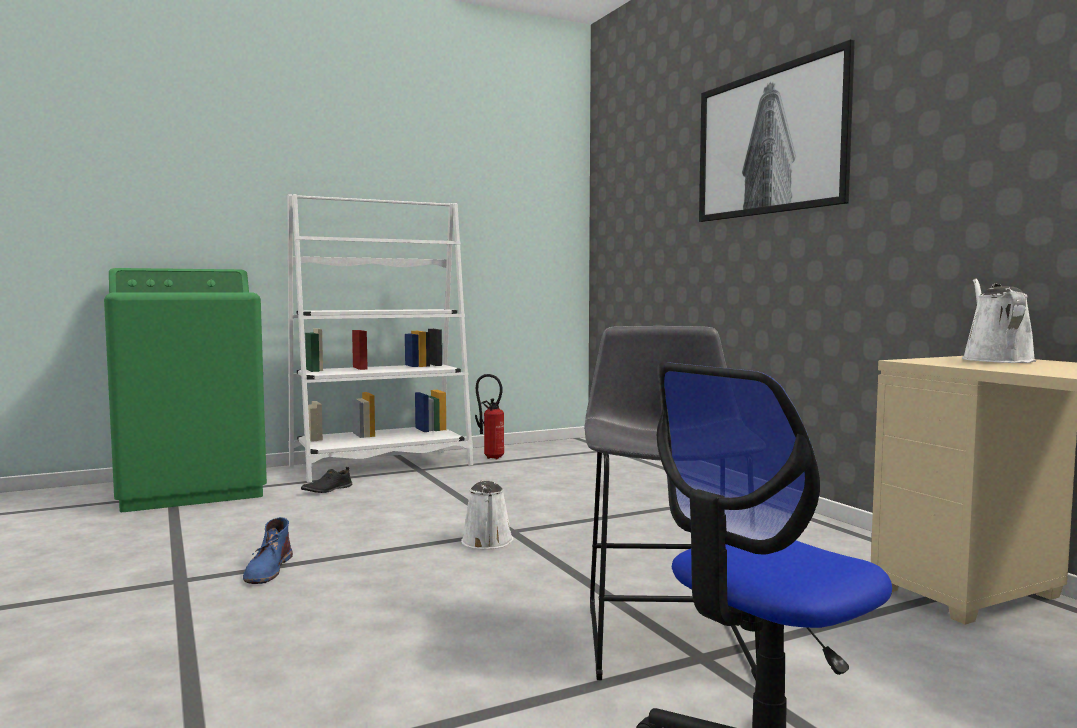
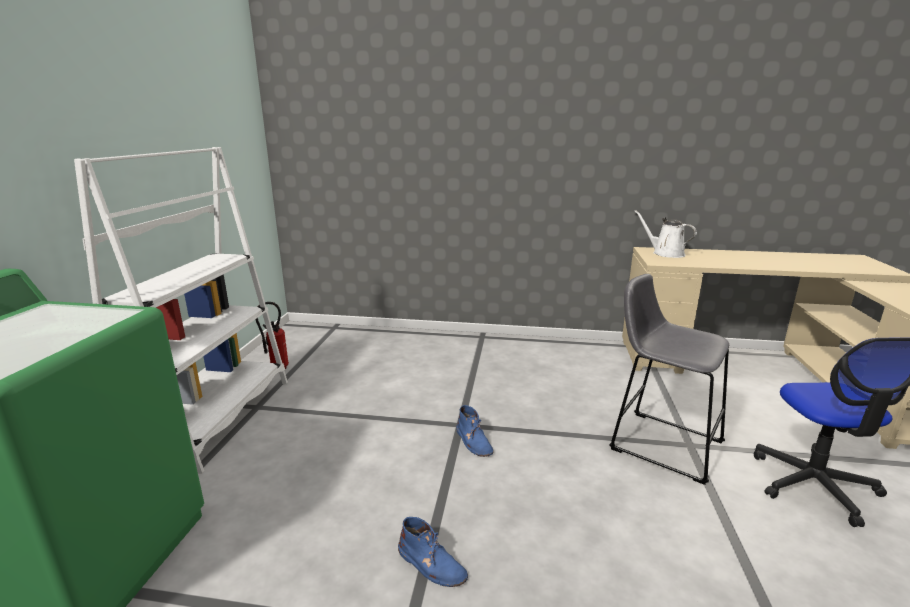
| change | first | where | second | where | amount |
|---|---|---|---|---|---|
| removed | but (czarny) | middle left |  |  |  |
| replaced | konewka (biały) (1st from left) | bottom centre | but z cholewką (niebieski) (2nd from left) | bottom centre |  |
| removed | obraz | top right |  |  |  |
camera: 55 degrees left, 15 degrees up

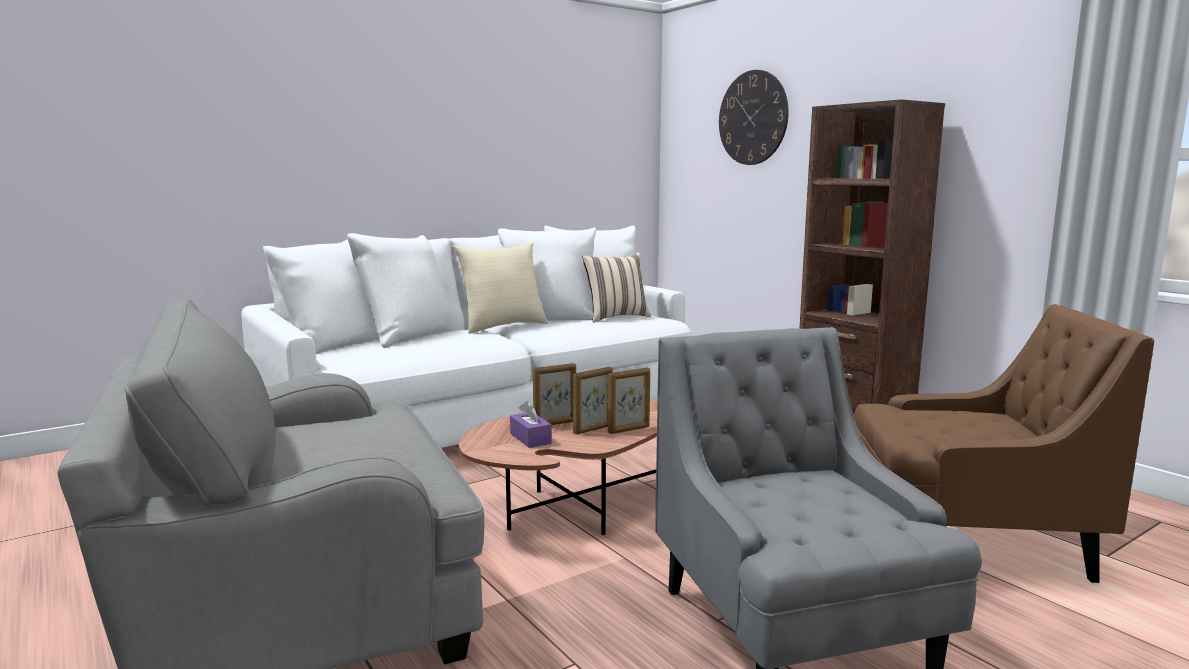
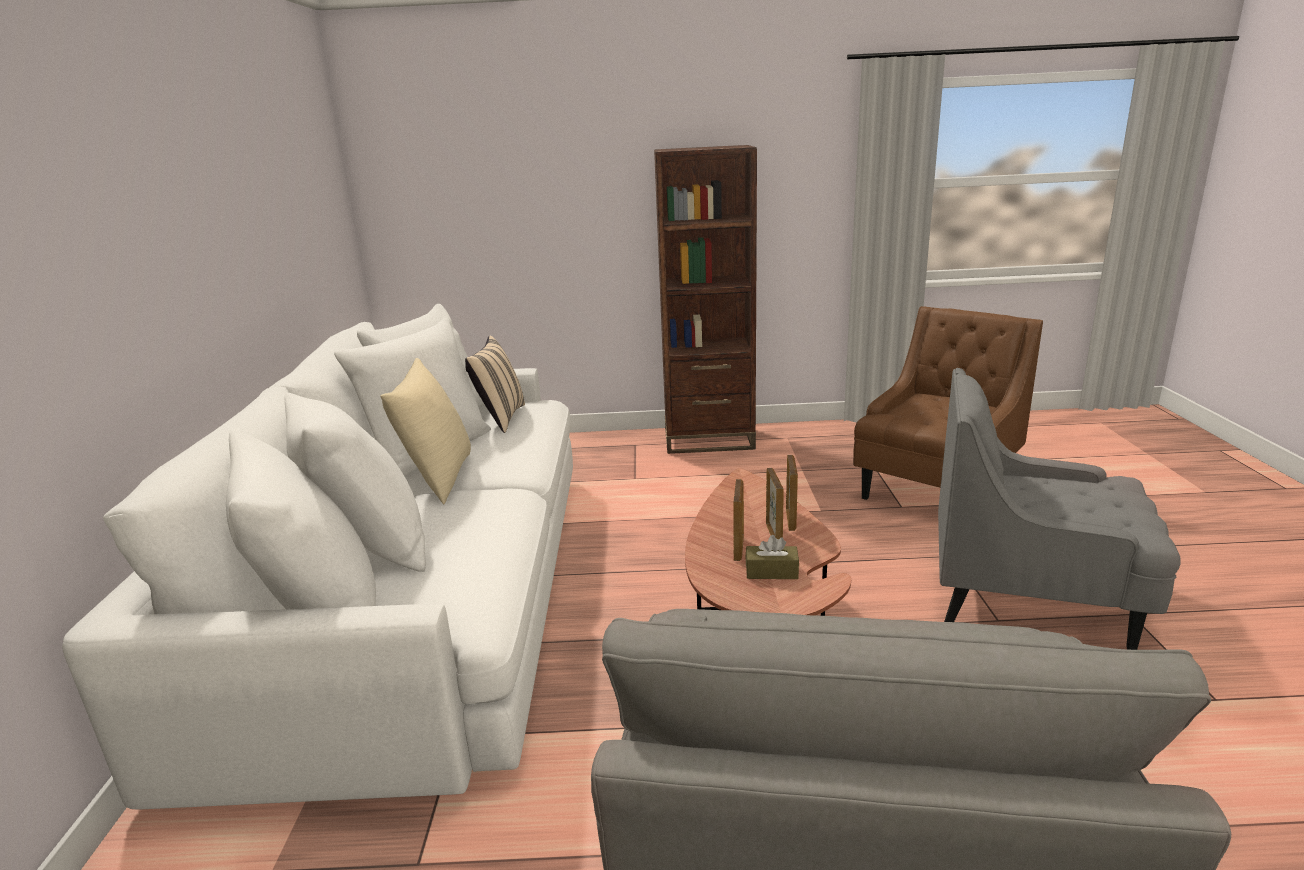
| change | first | where | second | where | amount |
|---|---|---|---|---|---|
| recoloured | pudełko chusteczek (fioletowy) | centre | pudełko chusteczek (brązowy) | centre |  |
| removed | zegar ścienny | top centre |  |  |  |
camera: 55 degrees left, 10 degrees up

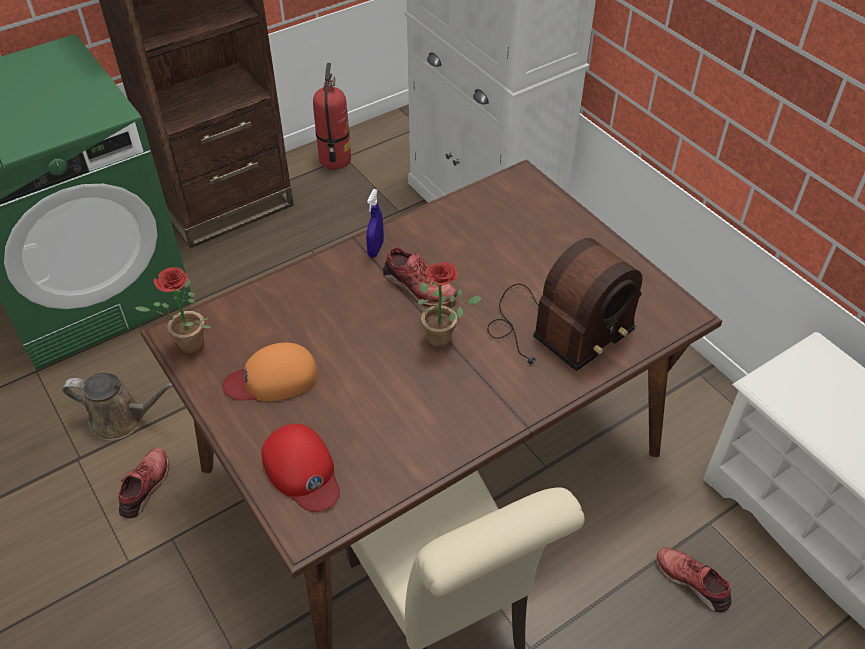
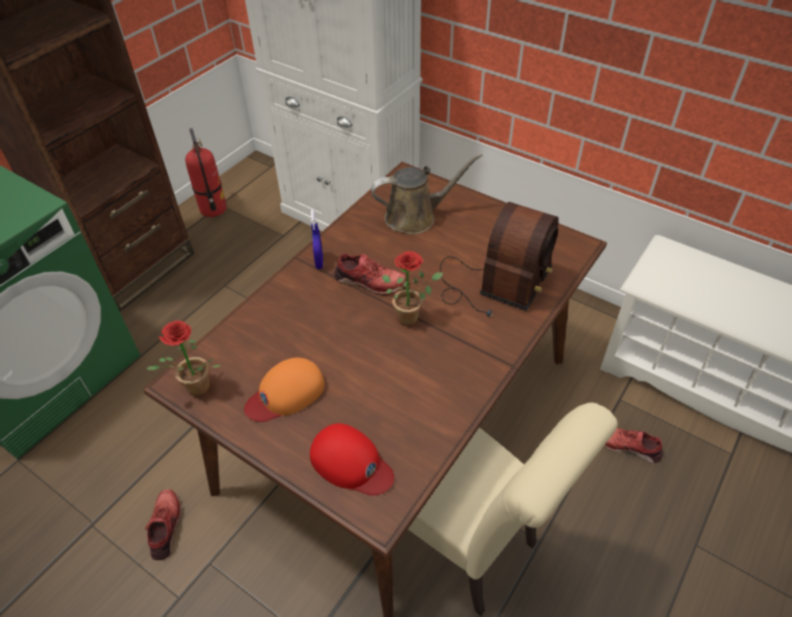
| change | first | where | second | where | amount |
|---|---|---|---|---|---|
| moved | konewka (brązowy) | middle left |  | top centre |  |
camera: 20 degrees left, 0 degrees up

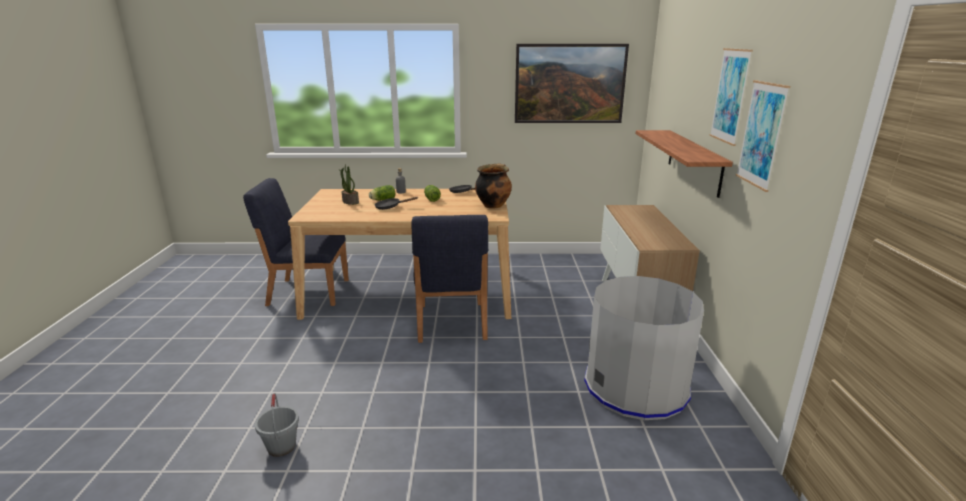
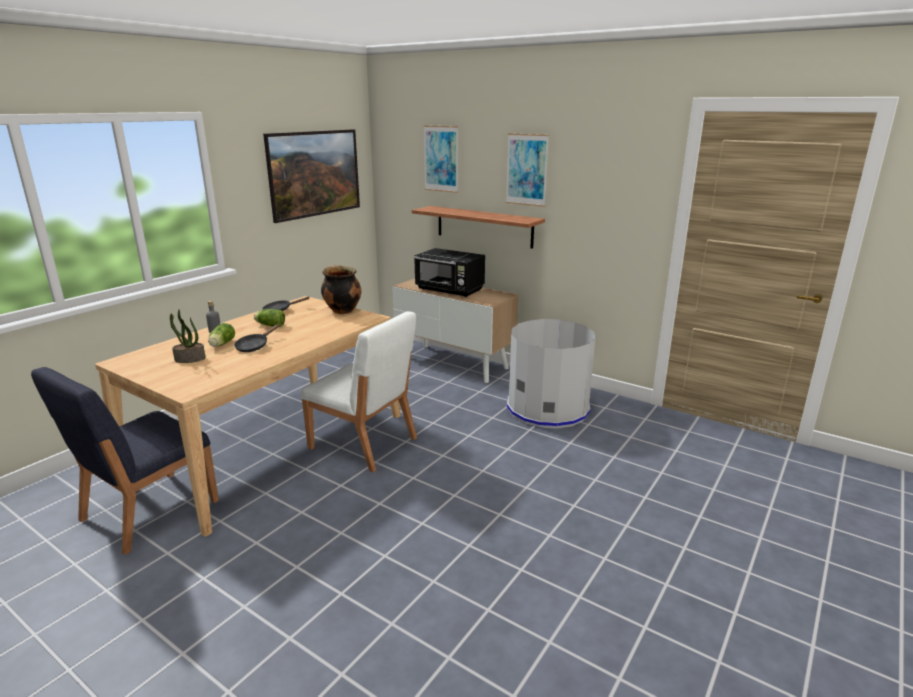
| change | first | where | second | where | amount |
|---|---|---|---|---|---|
| removed | wiadro (szary) | bottom left |  |  |  |
| recoloured | krzesło (niebieski) (2nd from left) | centre | krzesło (biały) | centre |  |
| moved | obraz (3rd from left in the first image) | top right | obraz (2nd from left) | top centre |  |
| added |  |  | mikrofalówka (czarny) | centre |  |
camera: 55 degrees left, 0 degrees up

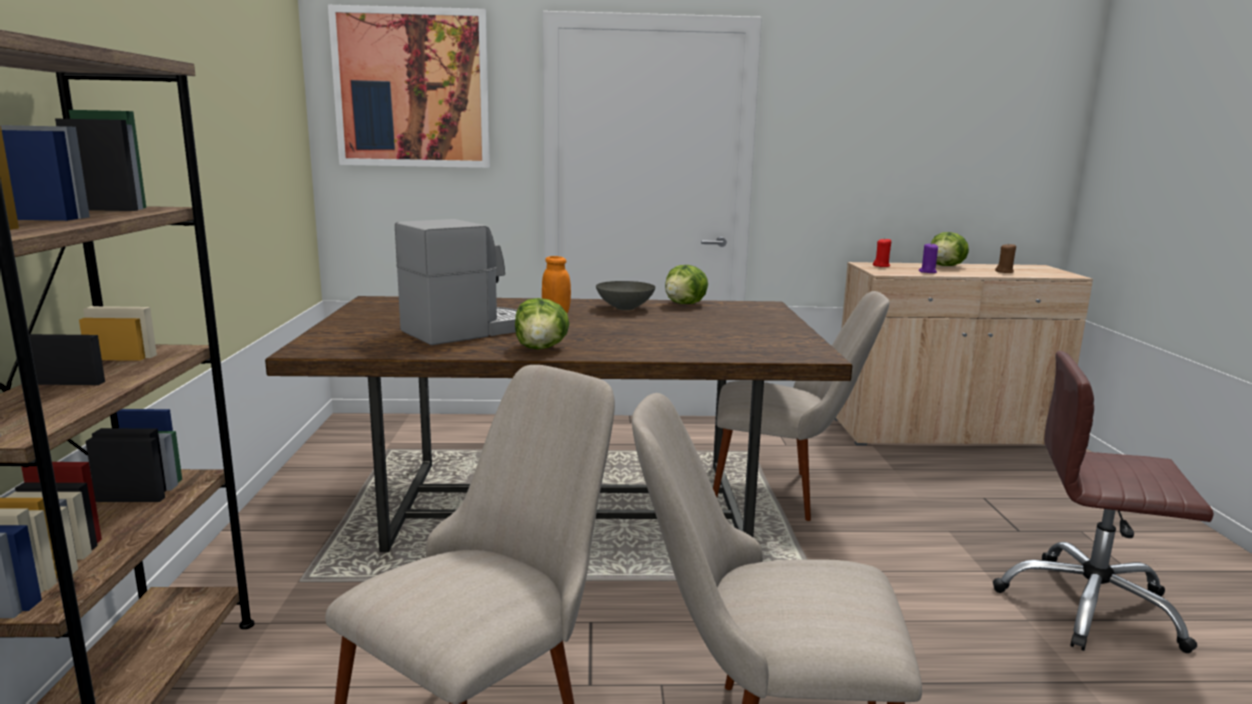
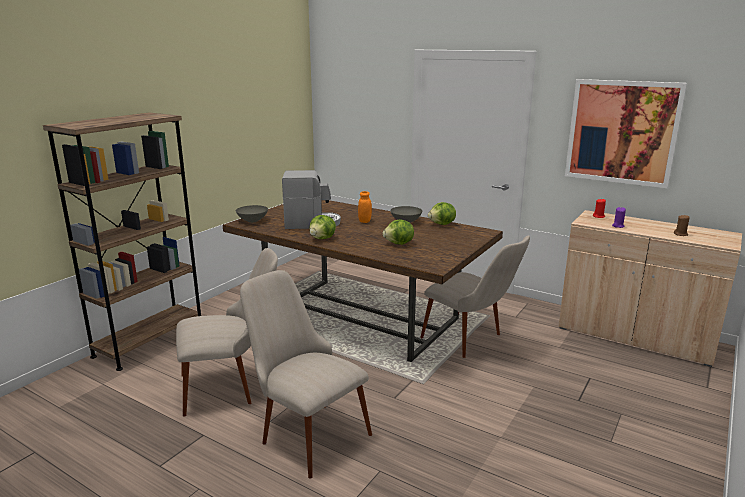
| change | first | where | second | where | amount |
|---|---|---|---|---|---|
| moved | obraz | top left |  | top right |  |
| moved | sałata (3rd from left in the first image) | middle right | sałata (2nd from left) | centre |  |
| removed | krzesło biurowe (brązowy) | bottom right |  |  |  |
| added |  |  | miska (szary) (1st from left) | centre |  |
camera: 35 degrees right, 5 degrees up

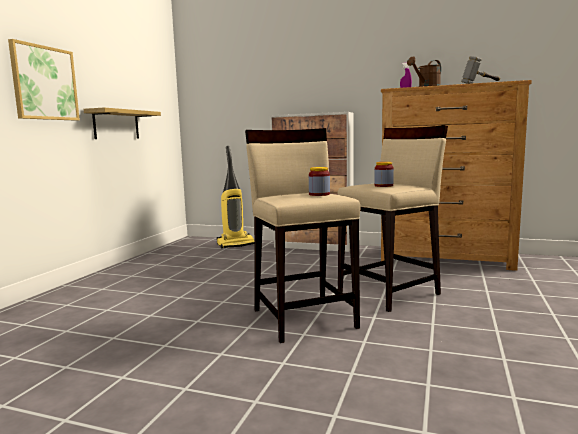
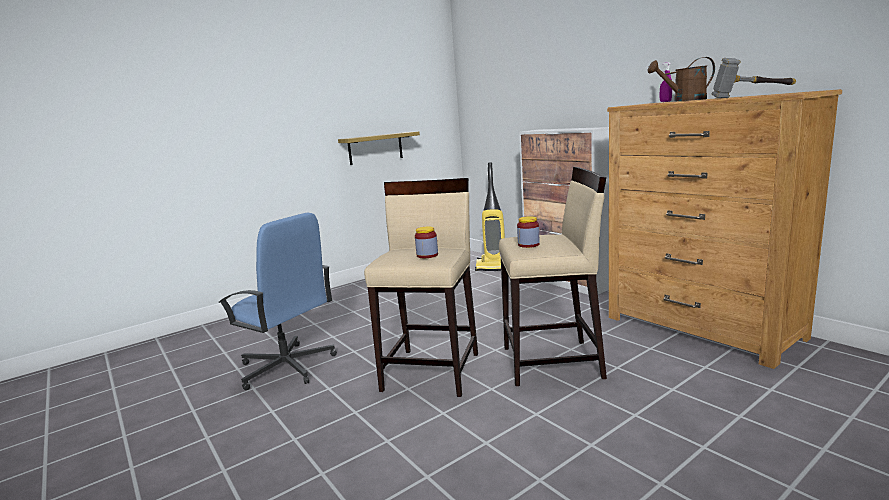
| change | first | where | second | where | amount |
|---|---|---|---|---|---|
| removed | obraz | top left |  |  |  |
| added |  |  | krzesło biurowe (niebieski) | middle left |  |
camera: 35 degrees right, 5 degrees up

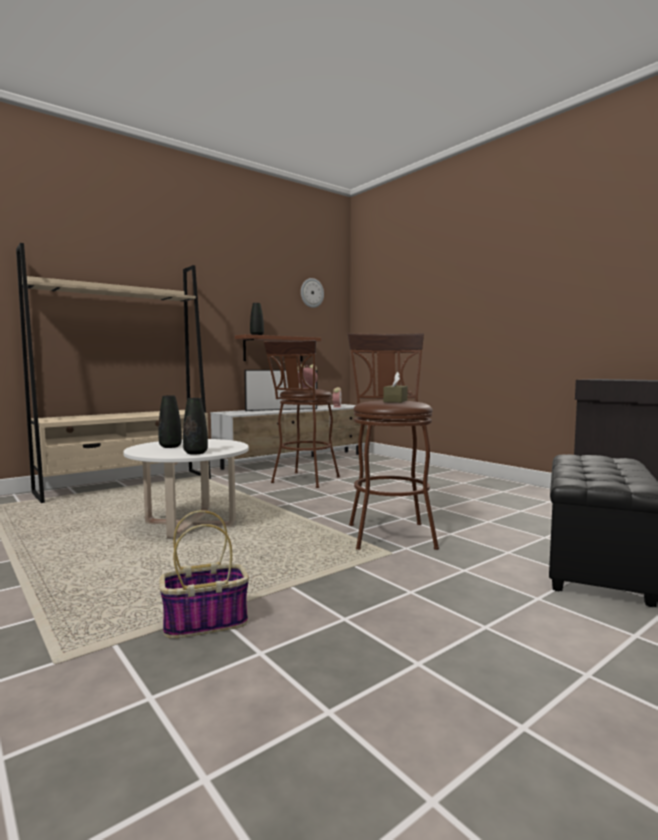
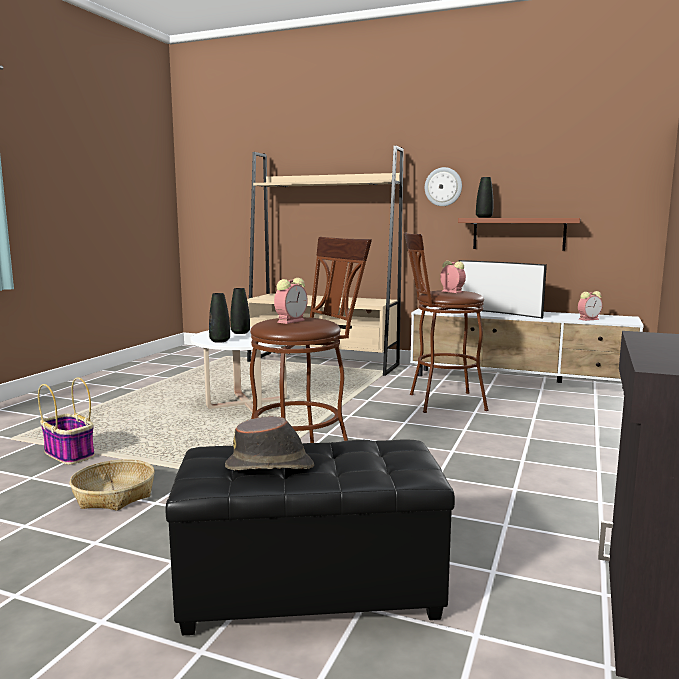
| change | first | where | second | where | amount |
|---|---|---|---|---|---|
| moved | zegar ścienny | centre |  | top centre |  |
| replaced | pudełko chusteczek (brązowy) | centre | budzik (1st from left) | centre |  |
| added |  |  | koszyk (2nd from left) | bottom left |  |
| added |  |  | kapelusz (brązowy) | centre |  |
camera: 60 degrees right, 5 degrees up

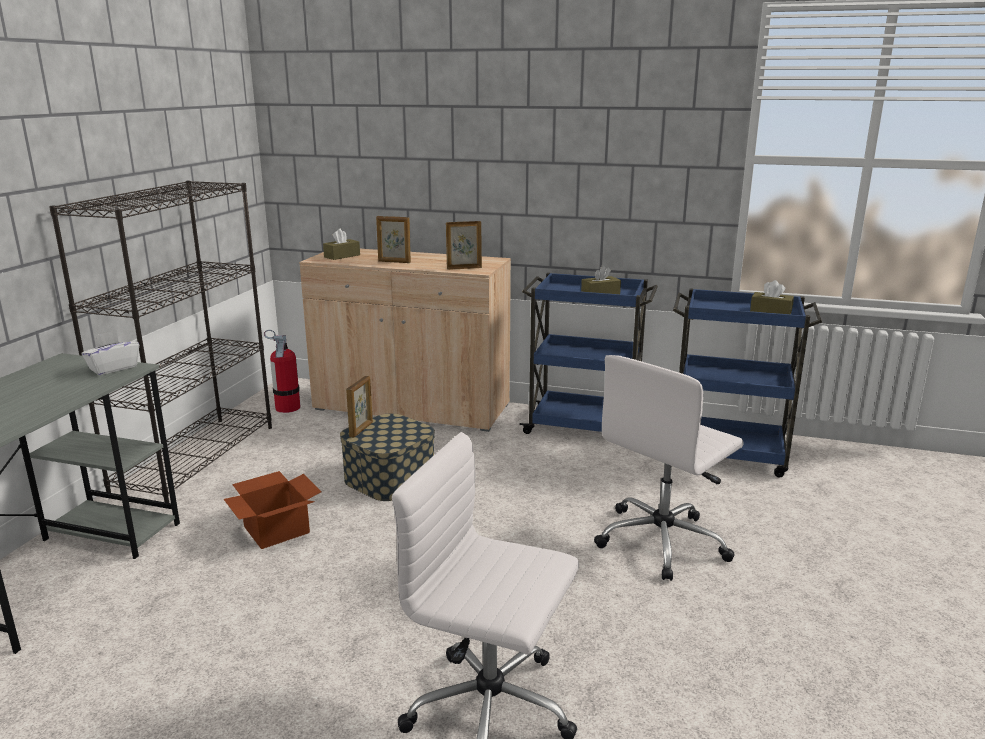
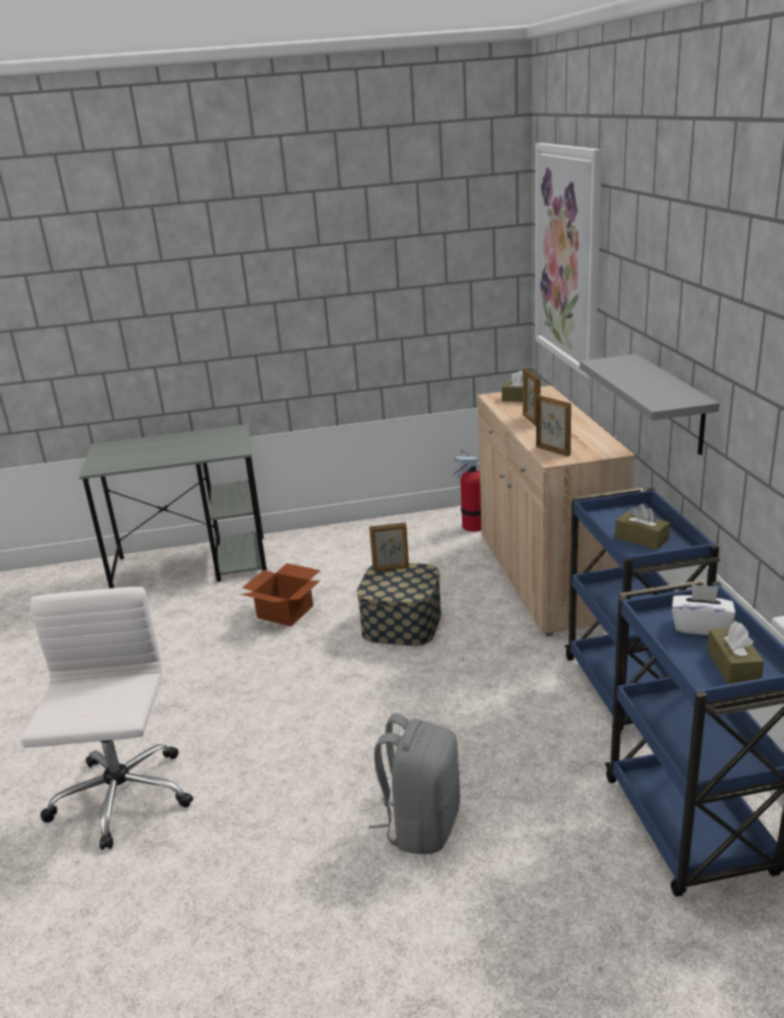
| change | first | where | second | where | amount |
|---|---|---|---|---|---|
| removed | regał (czarny) | middle left |  |  |  |
| moved | pudełko chusteczek (biały) | middle left |  | middle right |  |
| replaced | krzesło biurowe (biały) (2nd from left) | middle right | plecak (szary) | bottom centre |  |
| added |  |  | obraz | top right |  |
| added |  |  | półka (szary) | middle right |  |
camera: 65 degrees right, 5 degrees up

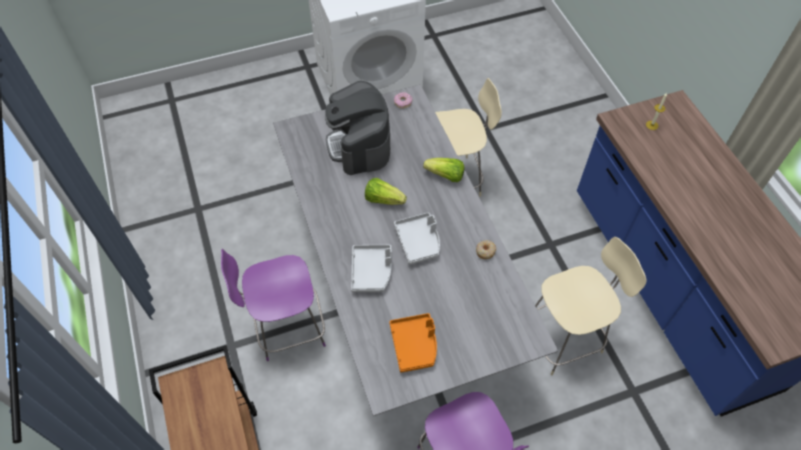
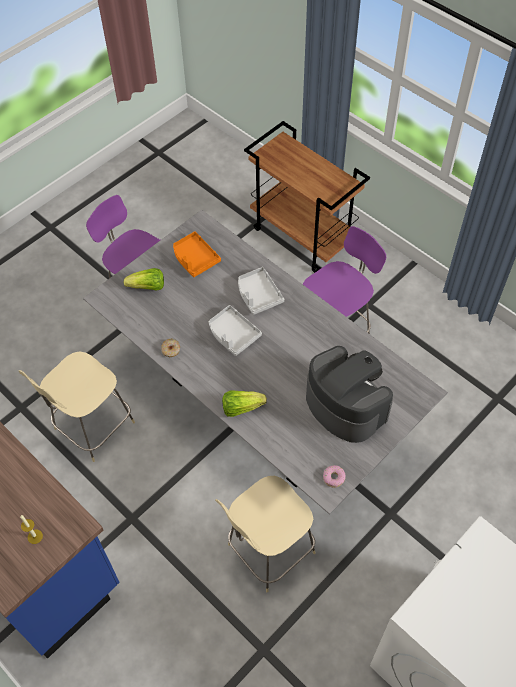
| change | first | where | second | where | amount |
|---|---|---|---|---|---|
| moved | sałata (1st from left) | centre |  | middle left |  |
camera: 155 degrees right, 0 degrees up

